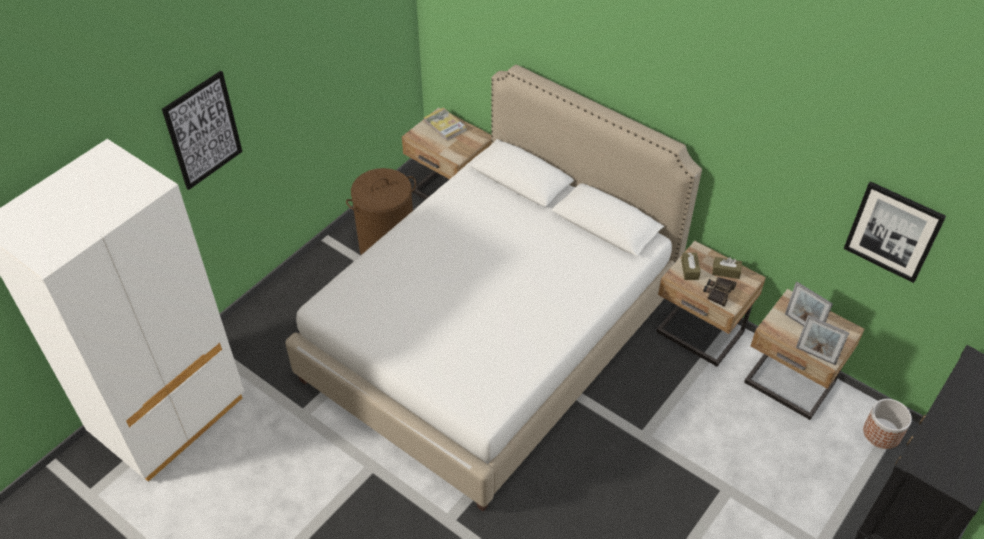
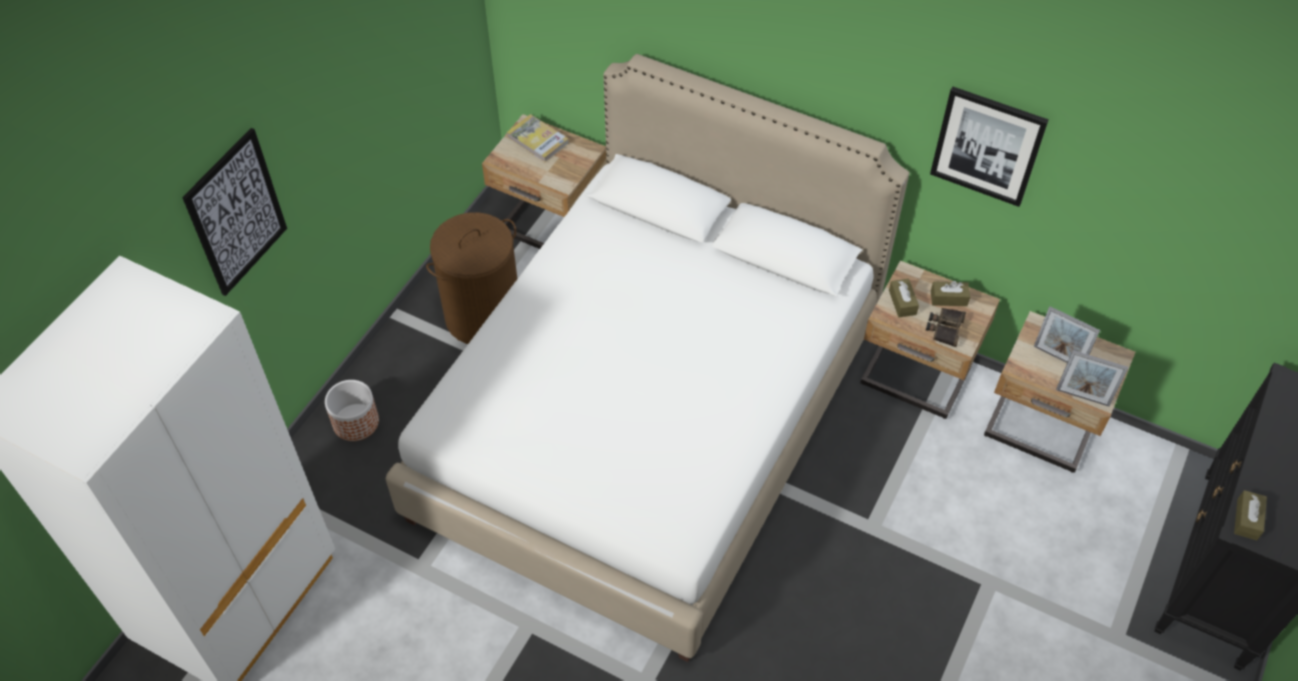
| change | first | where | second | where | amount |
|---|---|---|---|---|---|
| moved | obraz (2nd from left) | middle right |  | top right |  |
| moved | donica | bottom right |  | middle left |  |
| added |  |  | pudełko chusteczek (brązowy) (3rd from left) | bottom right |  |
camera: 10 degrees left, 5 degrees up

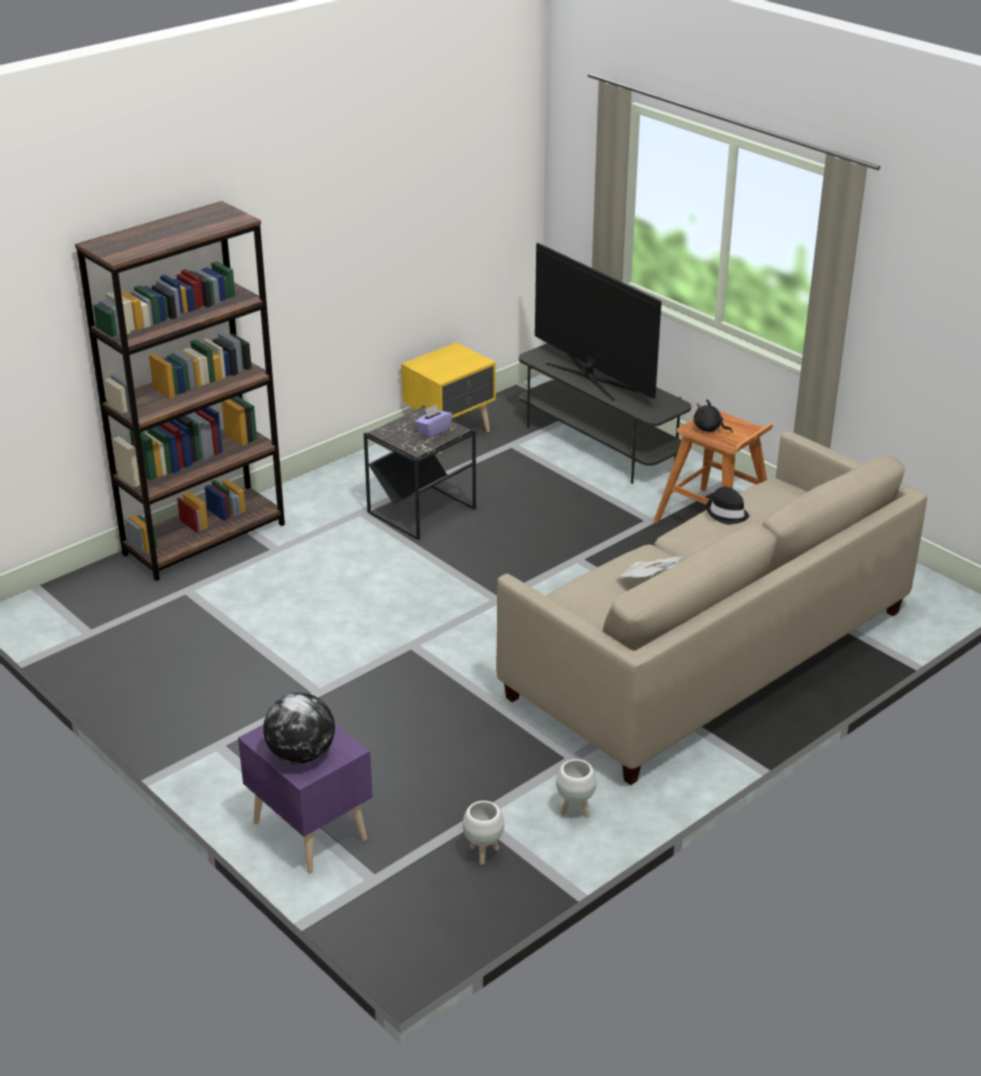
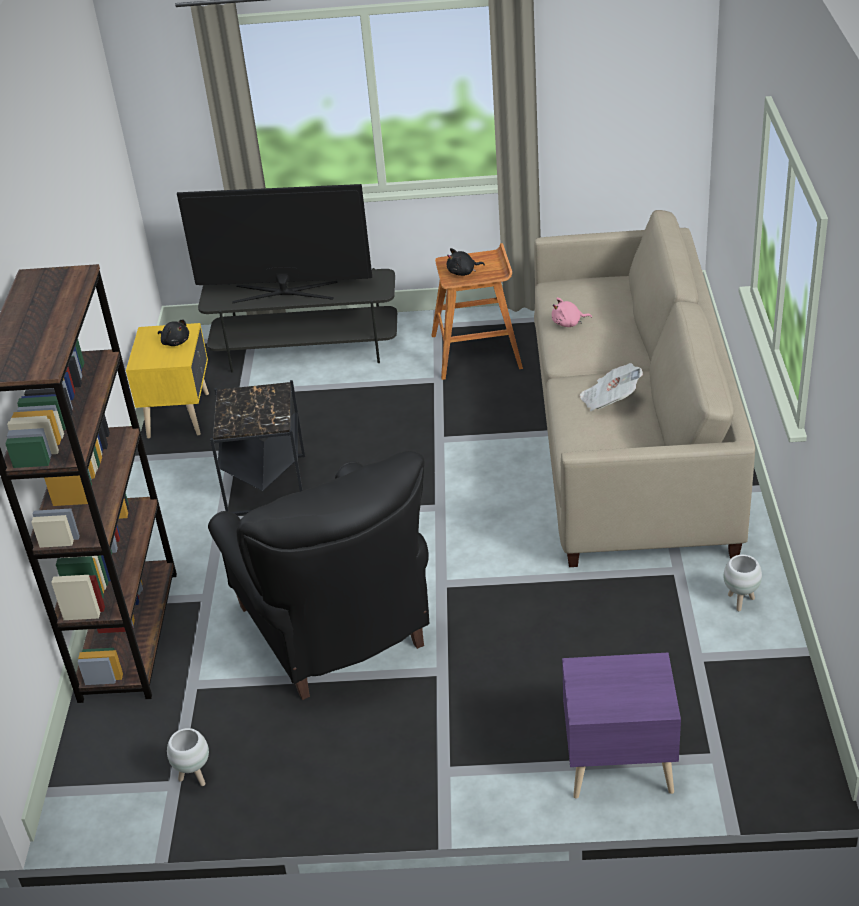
| change | first | where | second | where | amount |
|---|---|---|---|---|---|
| removed | globus | bottom left |  |  |  |
| removed | pudełko chusteczek (fioletowy) | centre |  |  |  |
| moved | donica (biały) (1st from left) | bottom centre |  | bottom left |  |
| replaced | kapelusz (czarny) | middle right | pluszak (różowy) | centre |  |
| added |  |  | pluszak (czarny) (1st from left) | middle left |  |
| added |  |  | fotel (czarny) | centre |  |
camera: 45 degrees left, 5 degrees up

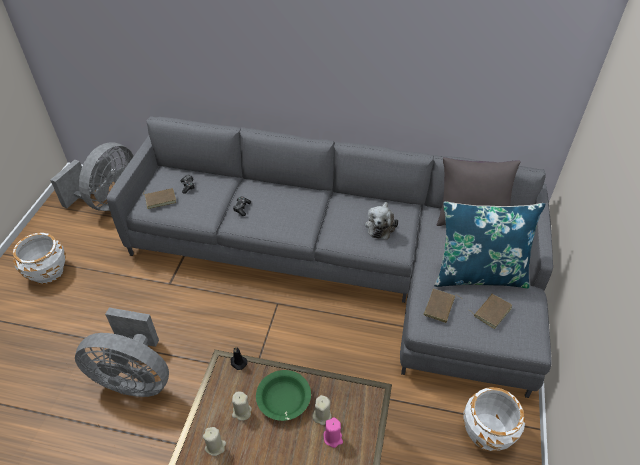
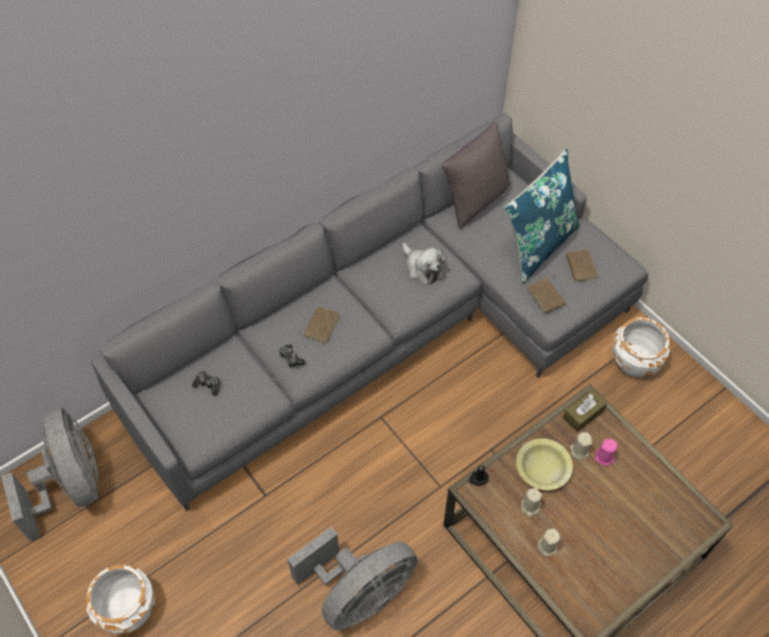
| change | first | where | second | where | amount |
|---|---|---|---|---|---|
| moved | książka (brązowy) (1st from left) | middle left |  | centre |  |
| recoloured | miska (zielony) | bottom centre | miska (żółty) | bottom right |  |
| added |  |  | pudełko chusteczek (brązowy) | middle right |  |
camera: 50 degrees left, 10 degrees up

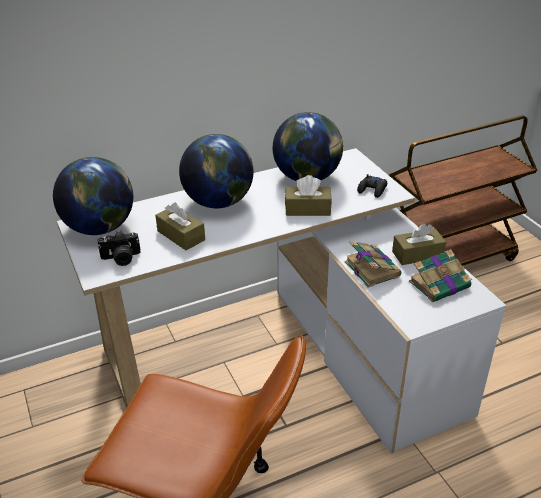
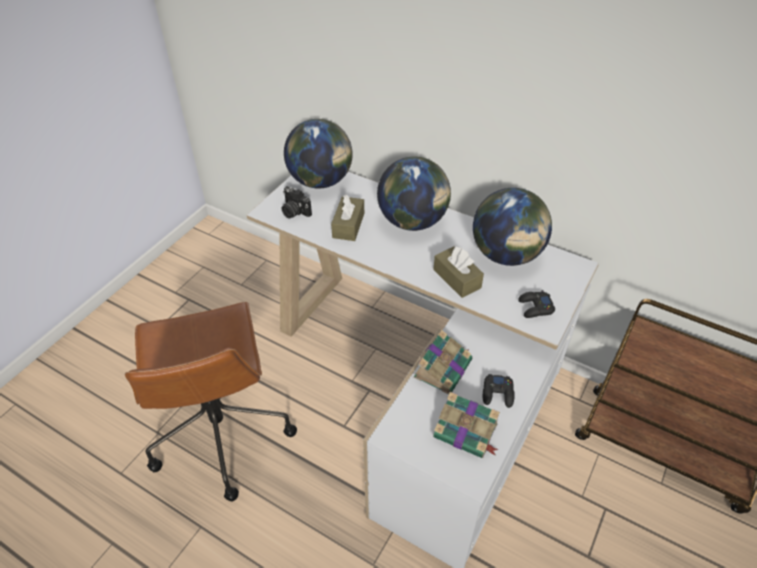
| change | first | where | second | where | amount |
|---|---|---|---|---|---|
| replaced | pudełko chusteczek (brązowy) (3rd from left) | middle right | pad do gier (czarny) (1st from left) | bottom centre |  |
camera: 55 degrees right, 10 degrees up

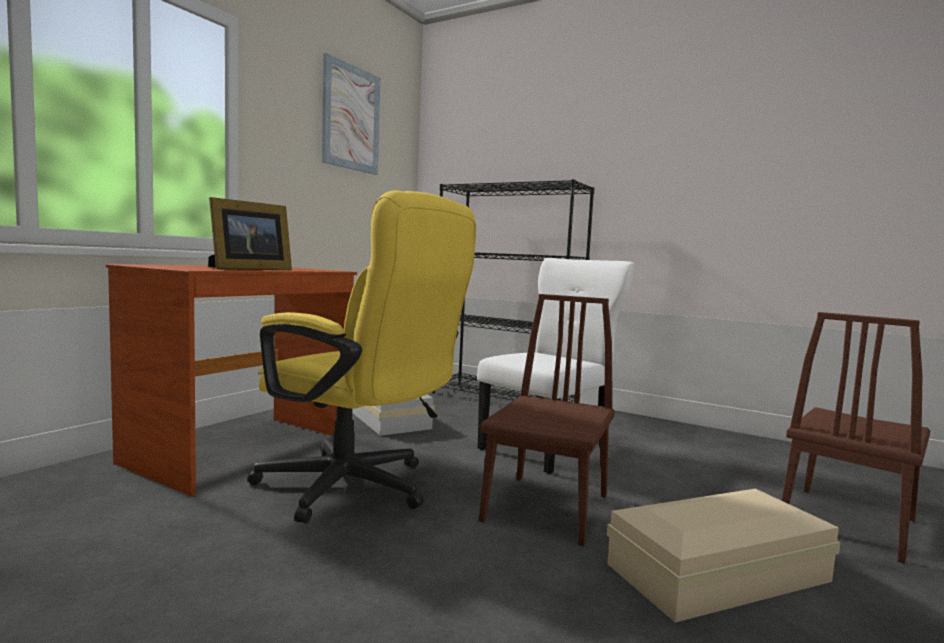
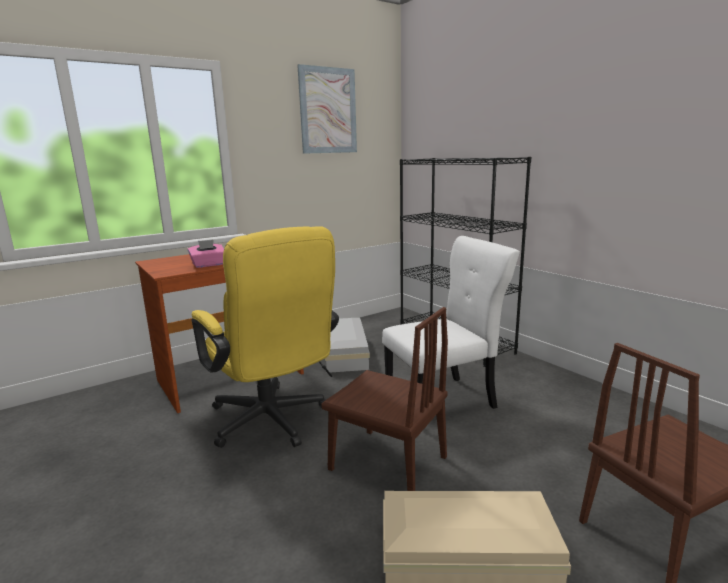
| change | first | where | second | where | amount |
|---|---|---|---|---|---|
| replaced | ramka na zdjęcie | middle left | pudełko chusteczek (różowy) | middle left |  |
| turned | krzesło (brązowy) (1st from left) | centre |  | bottom centre | 75 degrees clockwise |
camera: 25 degrees right, 10 degrees up

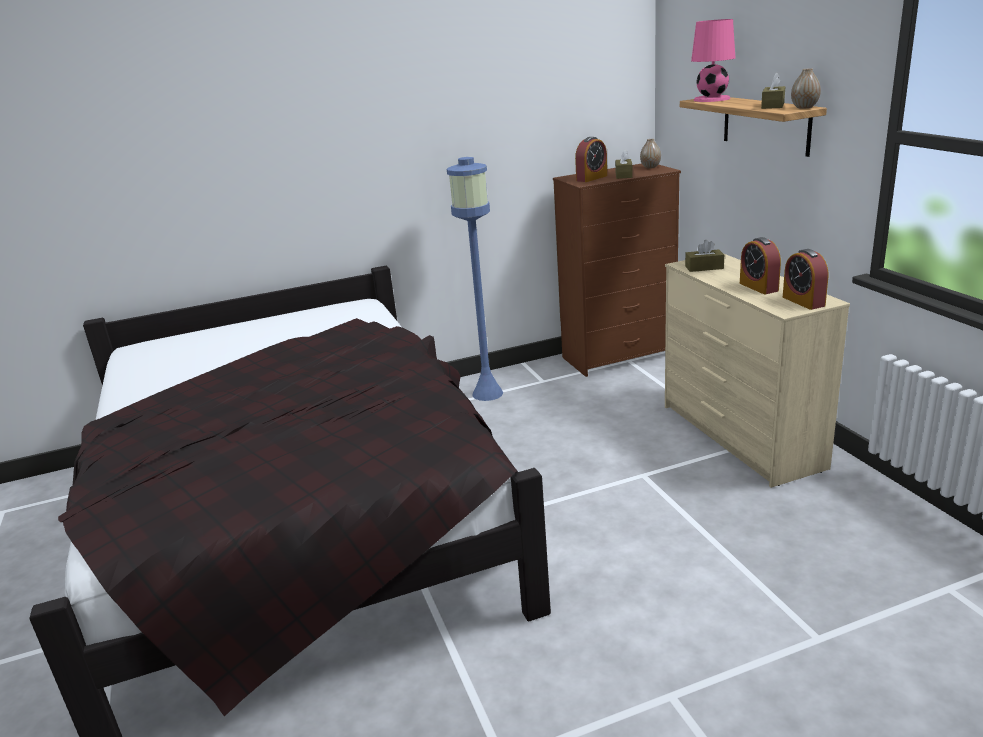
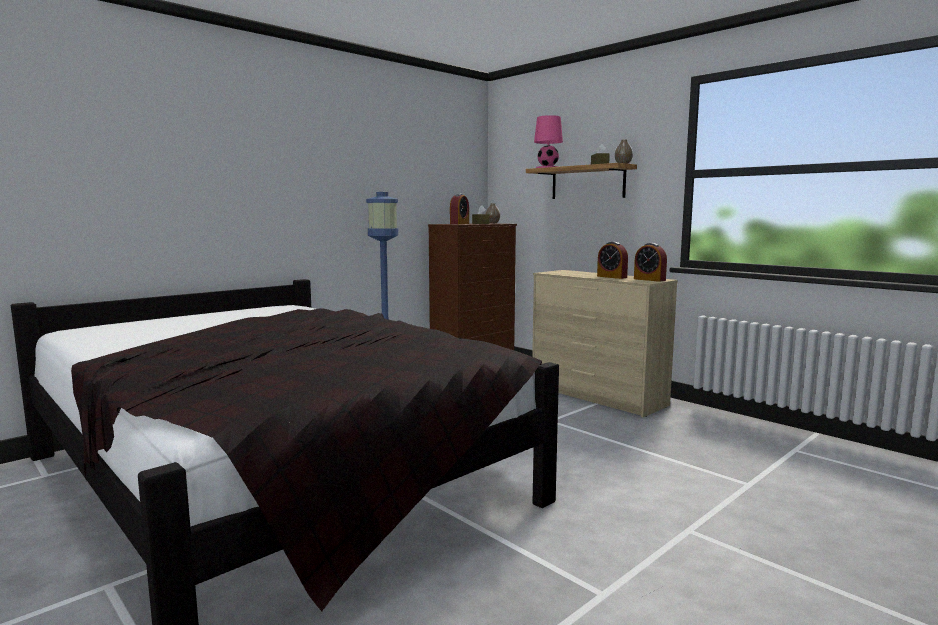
| change | first | where | second | where | amount |
|---|---|---|---|---|---|
| removed | pudełko chusteczek (brązowy) (2nd from left) | middle right |  |  |  |
camera: 25 degrees left, 15 degrees down

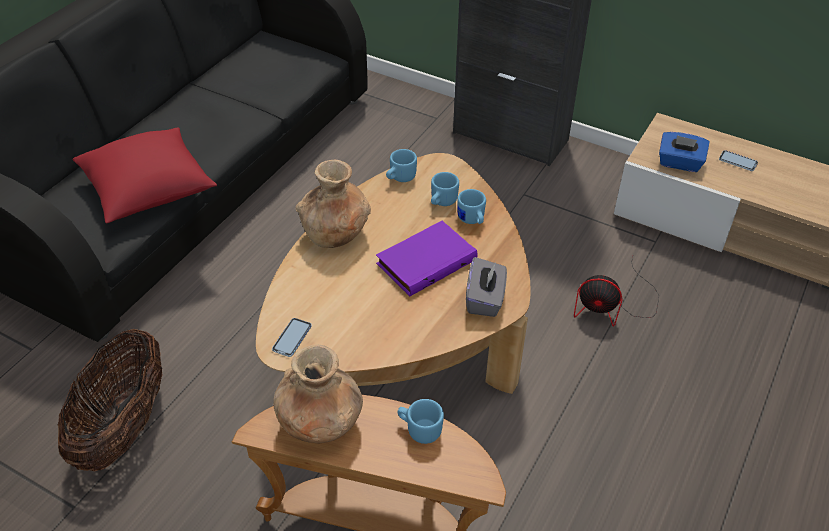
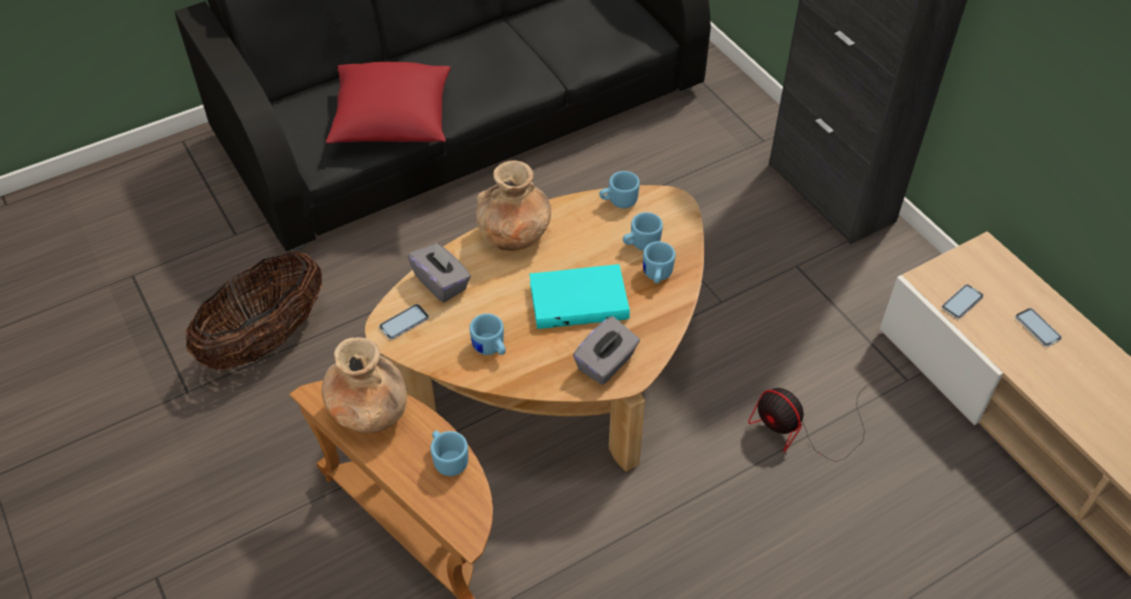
| change | first | where | second | where | amount |
|---|---|---|---|---|---|
| recoloured | książka (fioletowy) | centre | książka (turkusowy) | centre |  |
| replaced | pudełko chusteczek (niebieski) | top right | telefon (2nd from left) | middle right |  |
| added |  |  | pudełko chusteczek (szary) (1st from left) | centre |  |
| added |  |  | kubek (niebieski) (2nd from left) | centre |  |
camera: 30 degrees right, 5 degrees up

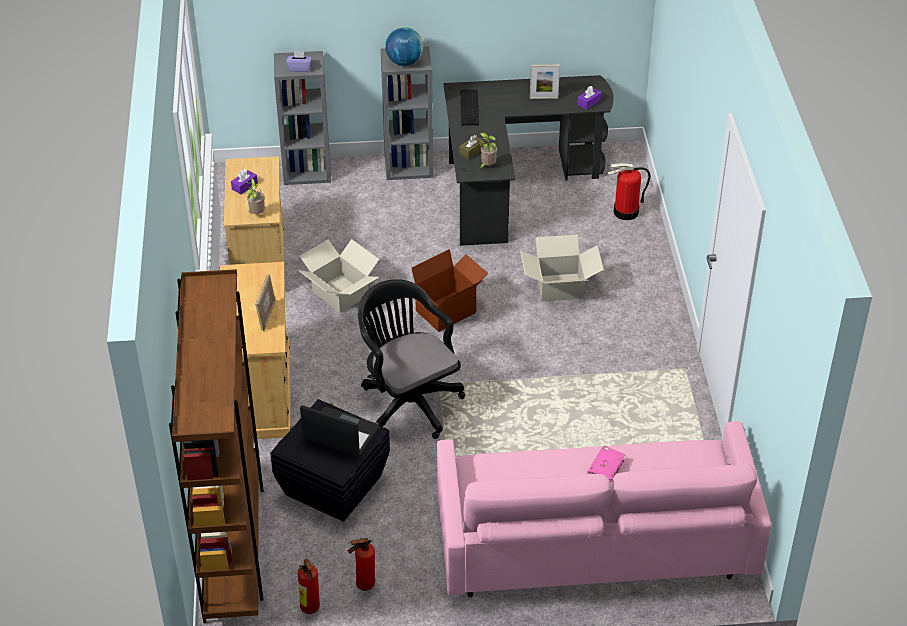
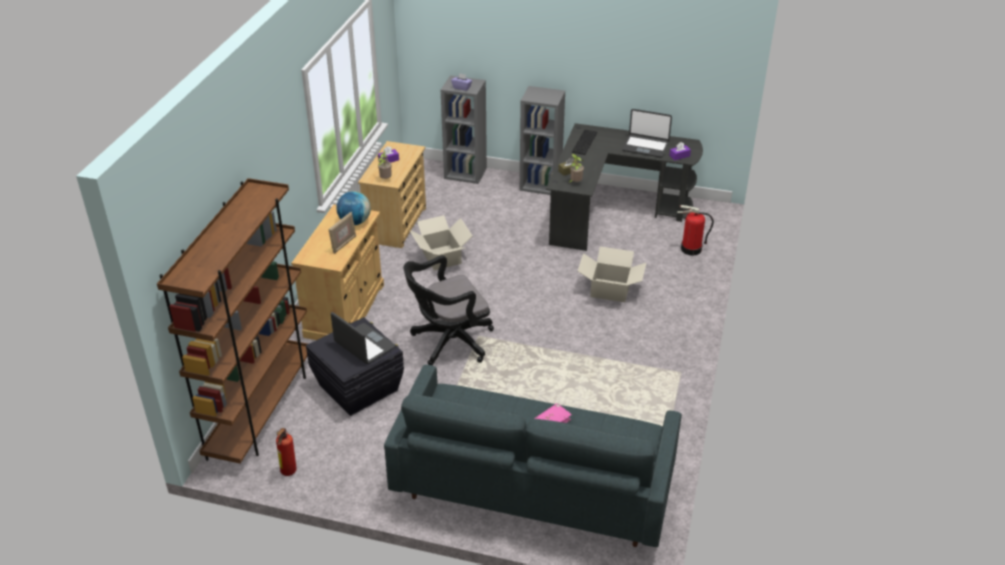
| change | first | where | second | where | amount |
|---|---|---|---|---|---|
| removed | gaśnica (2nd from left) | bottom centre |  |  |  |
| turned | krzesło biurowe (czarny) | centre |  | centre | 105 degrees counterclockwise |
| moved | globus | top centre |  | centre |  |
| removed | karton (2nd from left) | centre |  |  |  |
| recoloured | kanapa (różowy) | bottom centre | kanapa (szary) | bottom centre |  |
| replaced | ramka na zdjęcie (2nd from left) | top centre | laptop (2nd from left) | top centre |  |
camera: 20 degrees right, 5 degrees down

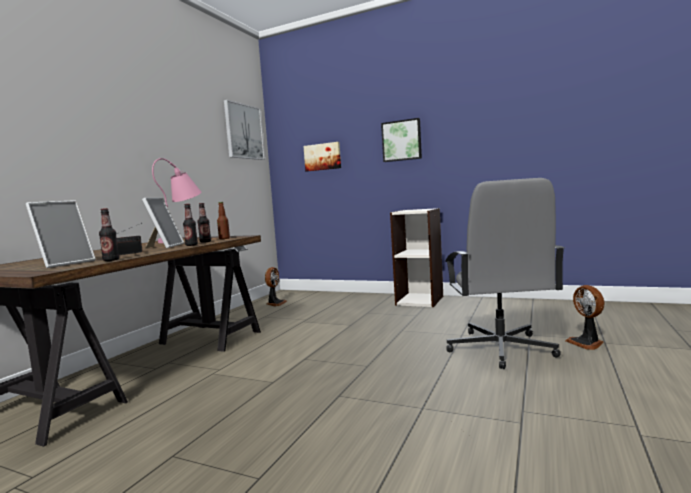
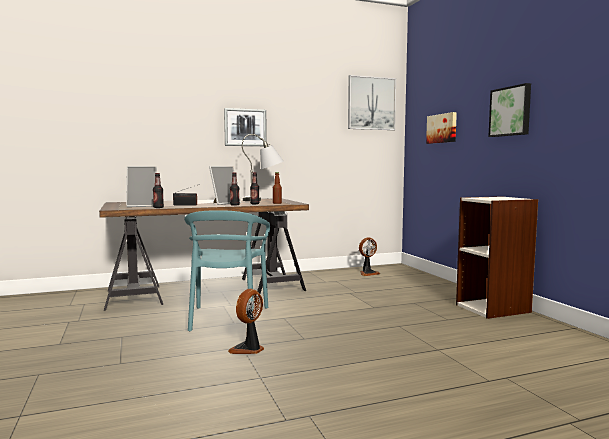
| change | first | where | second | where | amount |
|---|---|---|---|---|---|
| recoloured | lampa stołowa (różowy) | middle left | lampa stołowa (szary) | centre |  |
| removed | krzesło biurowe (szary) | middle right |  |  |  |
| moved | wentylator (2nd from left in the first image) | middle right | wentylator (1st from left) | bottom centre |  |
| added |  |  | krzesło (turkusowy) | centre |  |
| added |  |  | obraz (1st from left) | top centre |  |
camera: 45 degrees right, 0 degrees up

